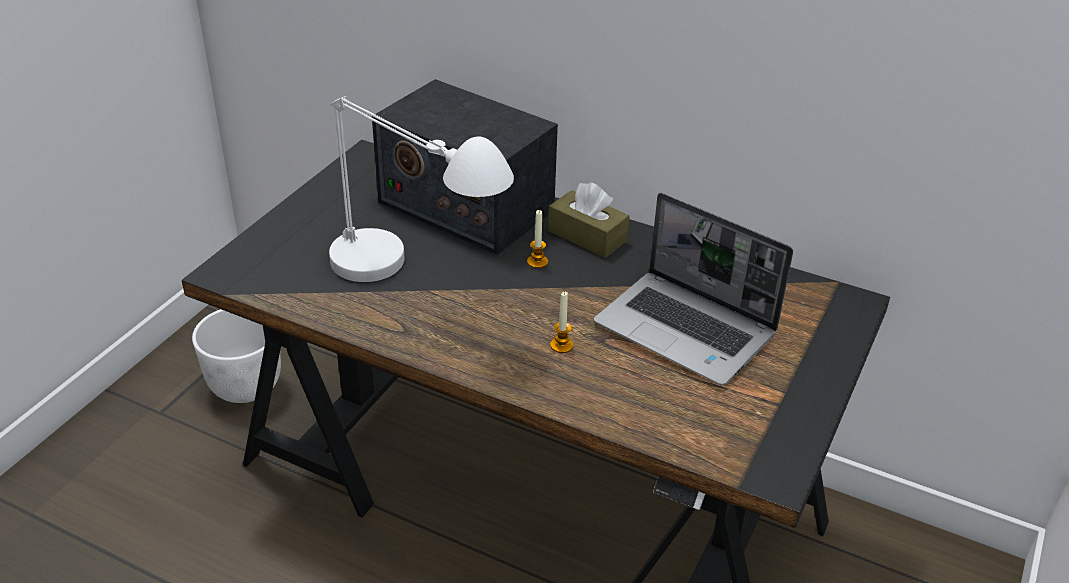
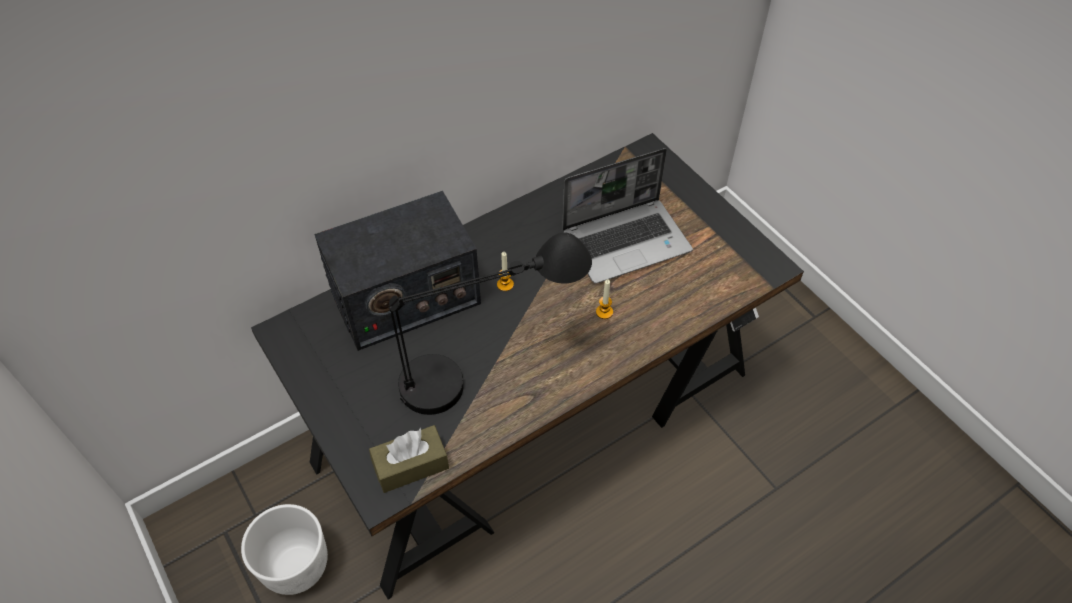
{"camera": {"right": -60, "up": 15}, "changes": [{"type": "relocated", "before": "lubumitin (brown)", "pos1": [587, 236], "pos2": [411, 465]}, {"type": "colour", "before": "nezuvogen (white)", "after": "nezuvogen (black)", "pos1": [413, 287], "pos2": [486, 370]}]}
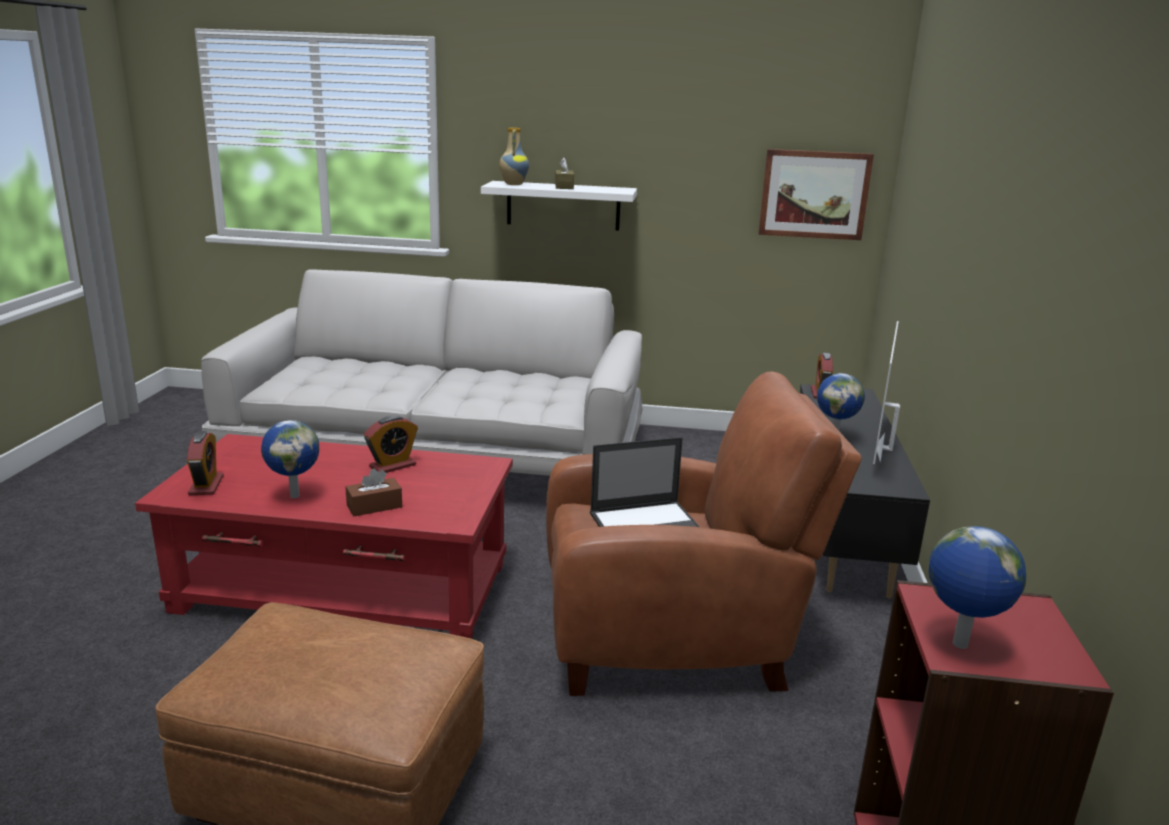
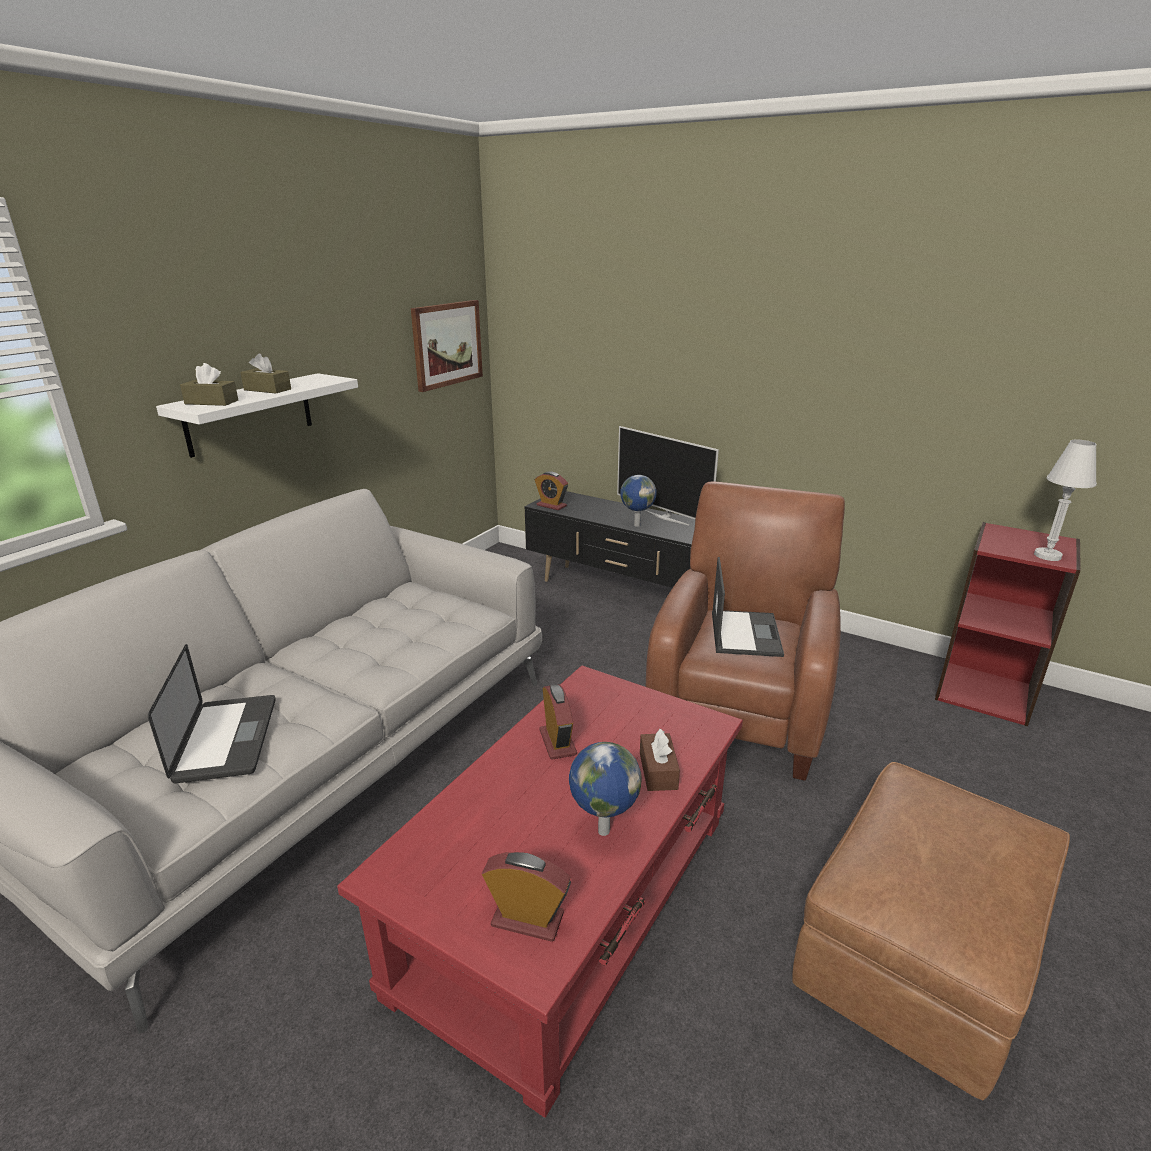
{"camera": {"right": -65, "up": 5}, "changes": [{"type": "appeared", "after": "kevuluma", "pos2": [226, 739]}, {"type": "exchanged", "before": "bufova", "after": "lubumitin (brown)", "pos1": [513, 184], "pos2": [211, 402]}, {"type": "exchanged", "before": "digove", "after": "nezuvogen (white)", "pos1": [959, 645], "pos2": [1047, 556]}]}
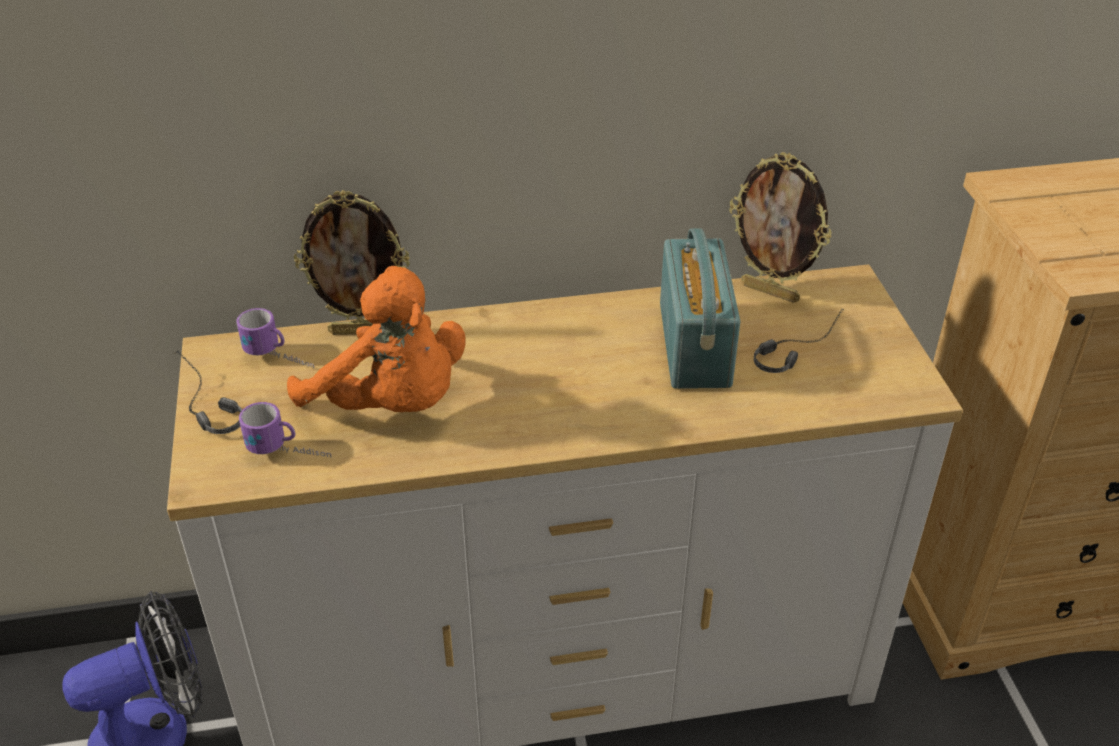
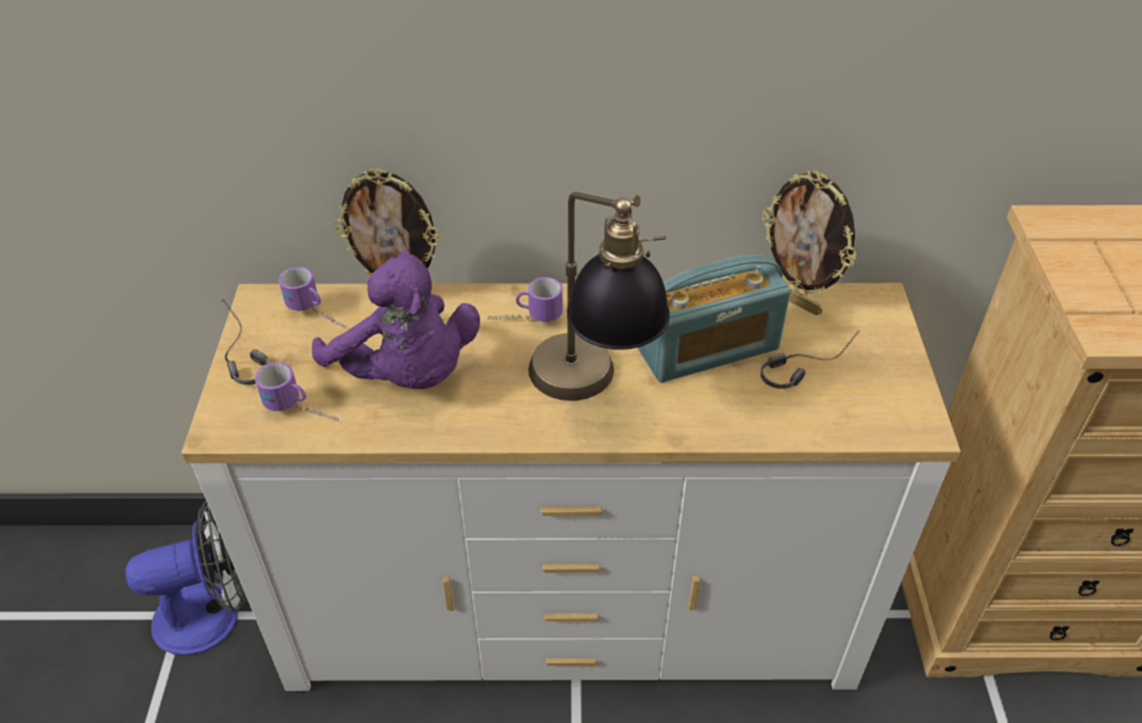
{"camera": {"right": 10, "up": 5}, "changes": [{"type": "colour", "before": "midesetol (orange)", "after": "midesetol (purple)", "pos1": [392, 405], "pos2": [407, 375]}, {"type": "appeared", "after": "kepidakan", "pos2": [525, 319]}, {"type": "appeared", "after": "nezuvogen", "pos2": [592, 392]}, {"type": "spun", "before": "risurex", "pos1": [695, 345], "pos2": [707, 348], "turn": 60}]}
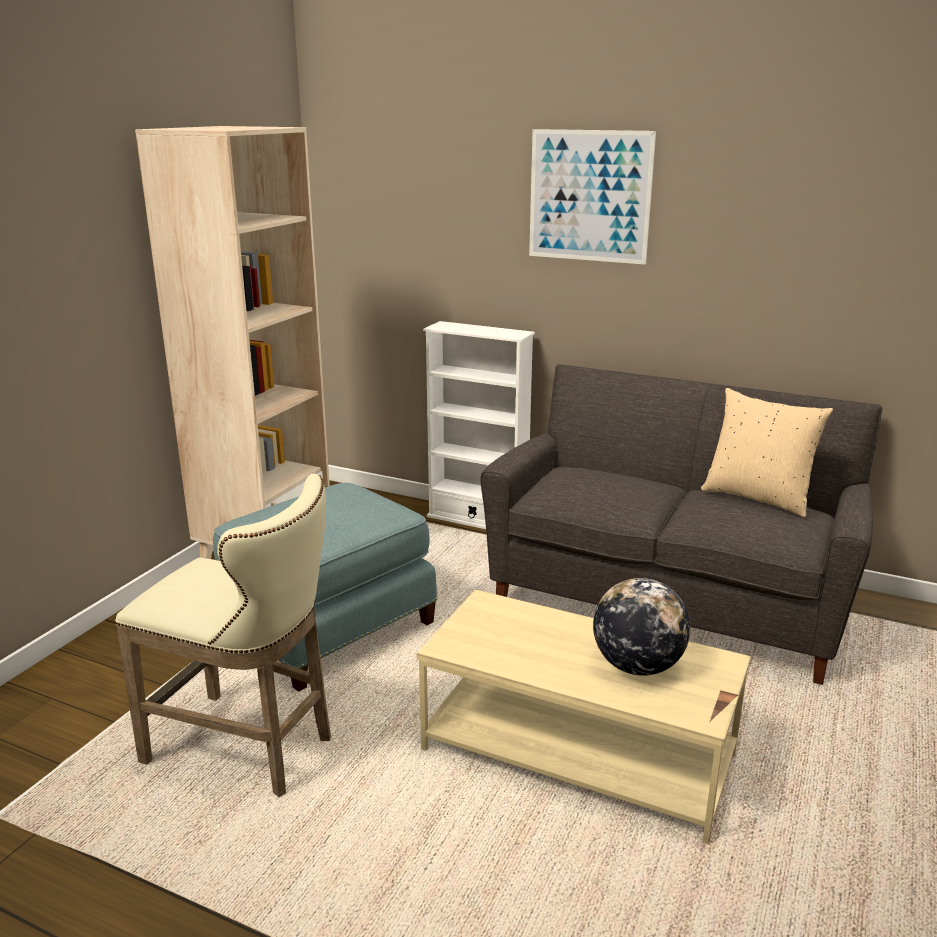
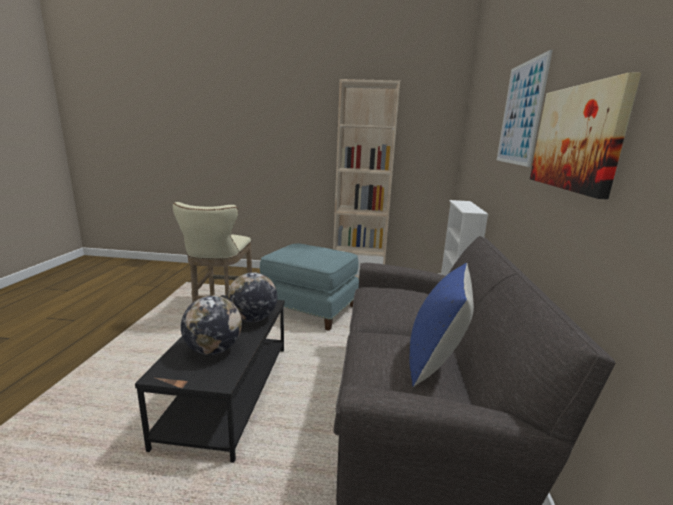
{"camera": {"right": 70, "up": -5}, "changes": [{"type": "colour", "before": "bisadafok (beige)", "after": "bisadafok (black)", "pos1": [579, 752], "pos2": [229, 392]}, {"type": "appeared", "after": "digove", "pos2": [253, 319]}, {"type": "colour", "before": "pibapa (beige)", "after": "pibapa (blue)", "pos1": [758, 497], "pos2": [435, 361]}, {"type": "appeared", "after": "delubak", "pos2": [577, 138]}]}
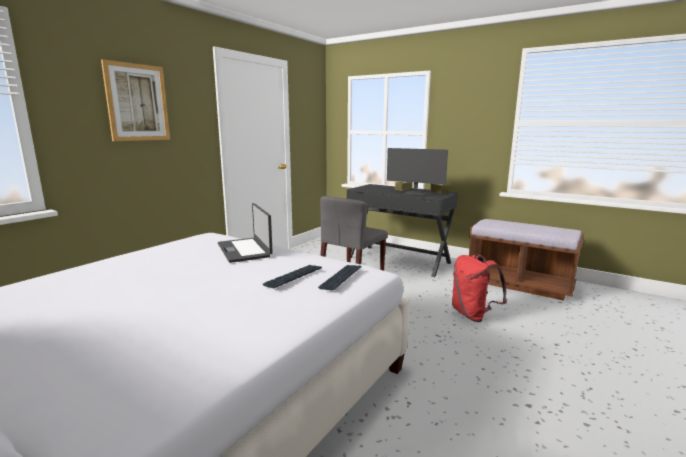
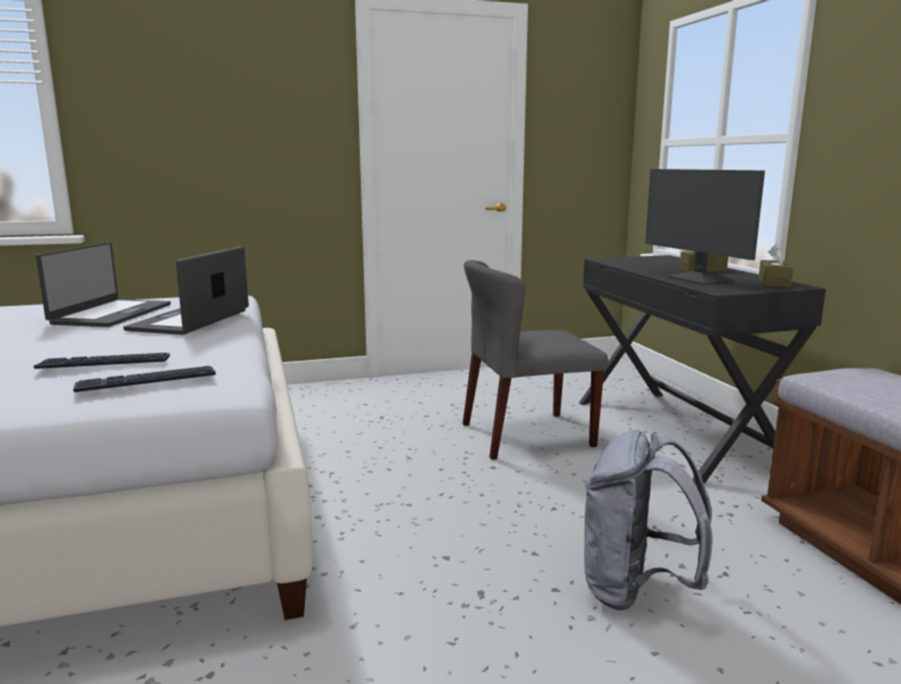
{"camera": {"right": 40, "up": 0}, "changes": [{"type": "appeared", "after": "kevuluma", "pos2": [110, 314]}, {"type": "colour", "before": "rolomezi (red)", "after": "rolomezi (grey)", "pos1": [473, 315], "pos2": [636, 591]}, {"type": "missing", "before": "delubak", "pos1": [137, 102]}]}
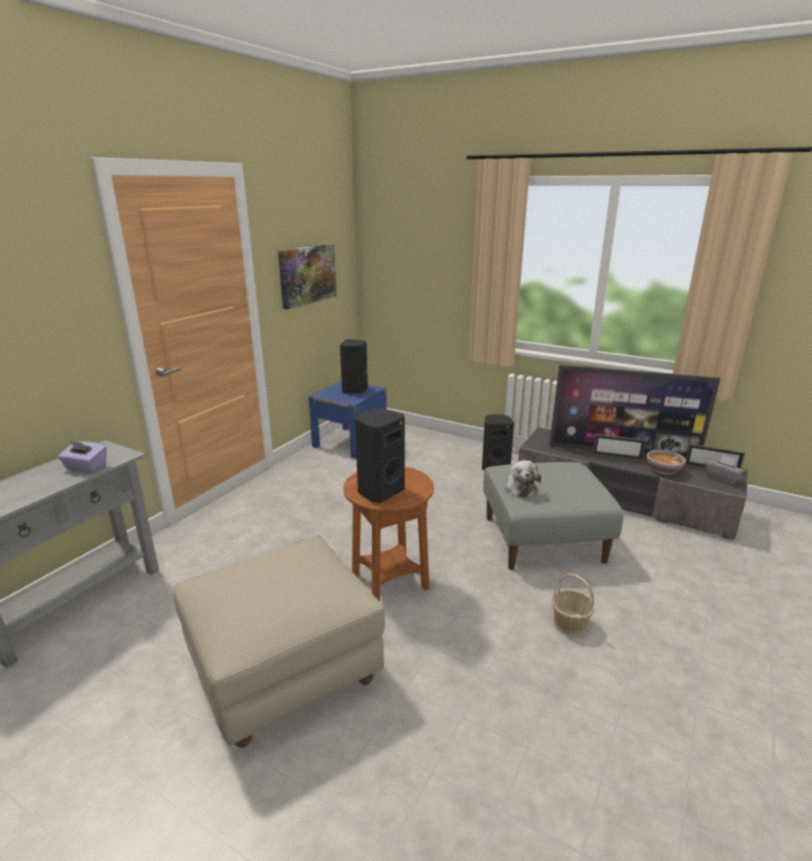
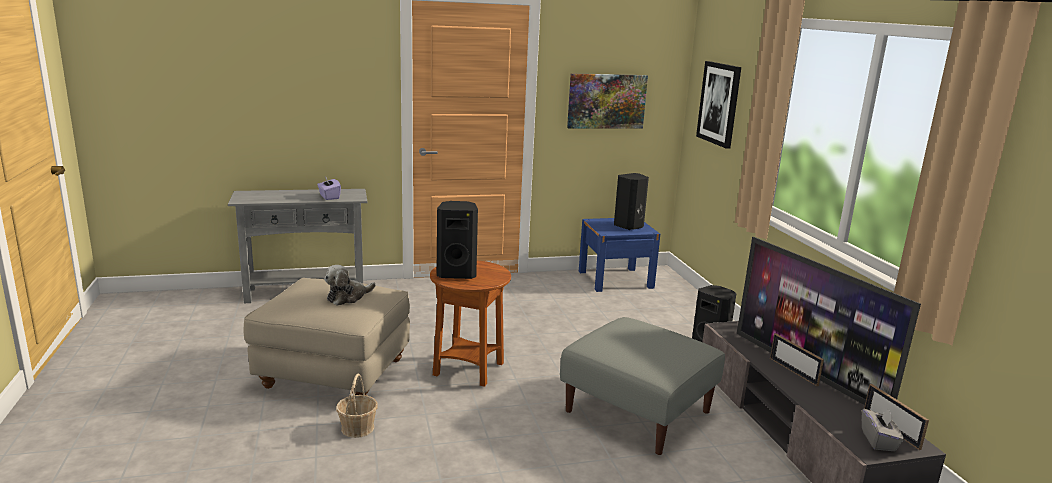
{"camera": {"right": 45, "up": -5}, "changes": [{"type": "relocated", "before": "midesetol", "pos1": [520, 487], "pos2": [348, 297]}, {"type": "relocated", "before": "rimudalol", "pos1": [569, 624], "pos2": [358, 428]}, {"type": "appeared", "after": "delubak", "pos2": [719, 103]}, {"type": "missing", "before": "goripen", "pos1": [662, 470]}]}
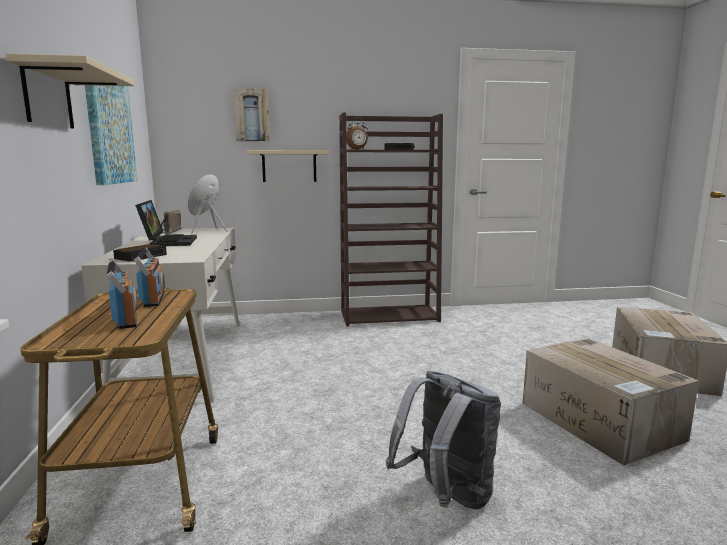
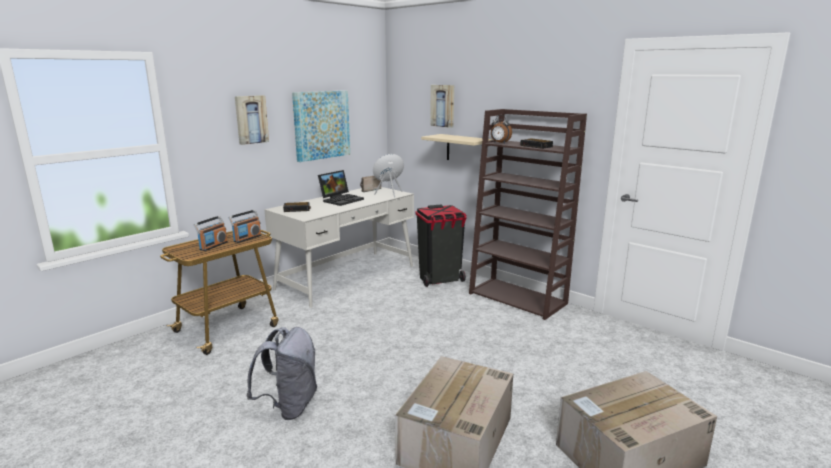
{"camera": {"right": 50, "up": 5}, "changes": [{"type": "exchanged", "before": "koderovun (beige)", "after": "delubak", "pos1": [48, 97], "pos2": [251, 119]}, {"type": "appeared", "after": "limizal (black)", "pos2": [440, 280]}]}
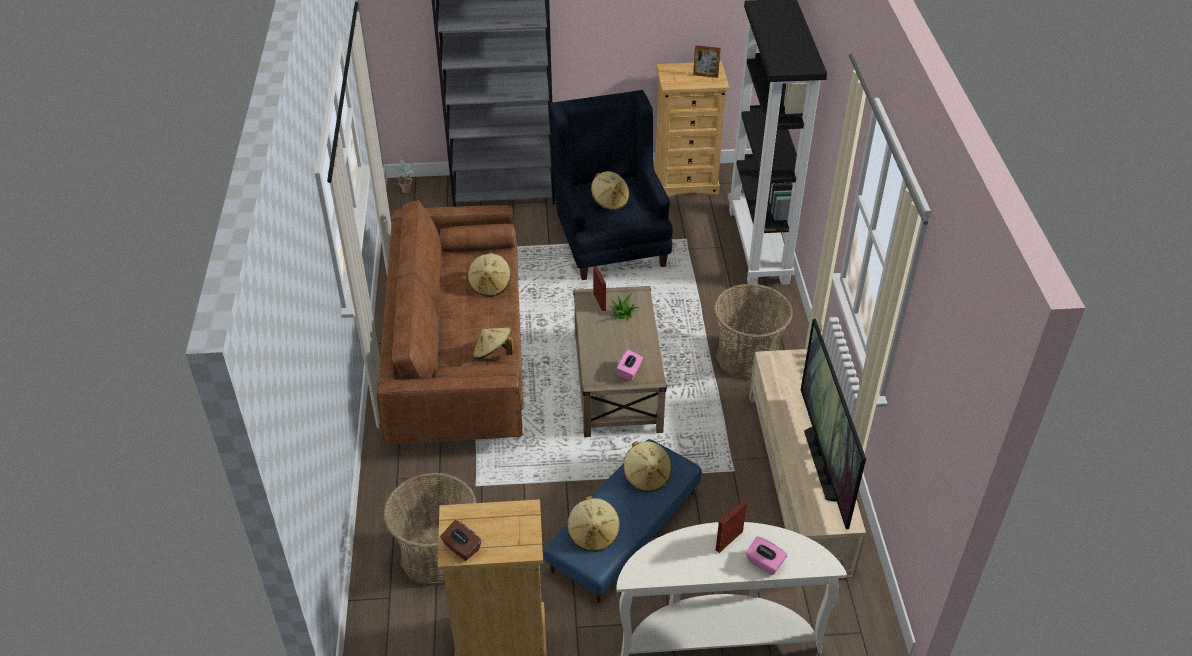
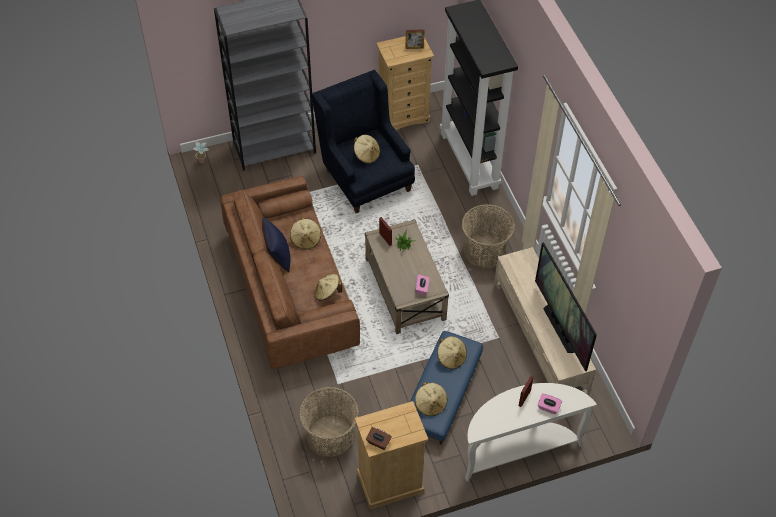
{"camera": {"right": -15, "up": 10}, "changes": [{"type": "appeared", "after": "pibapa (blue)", "pos2": [277, 257]}]}
